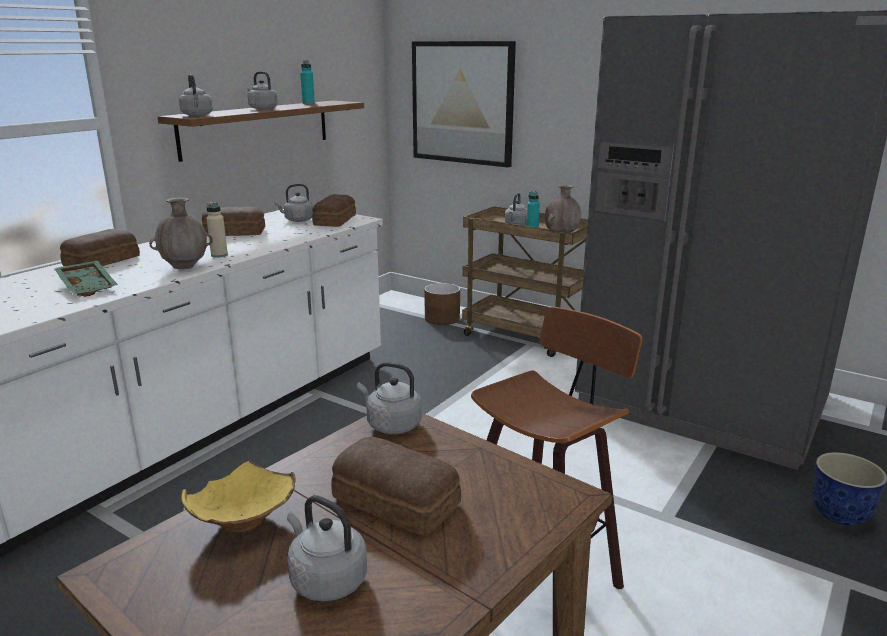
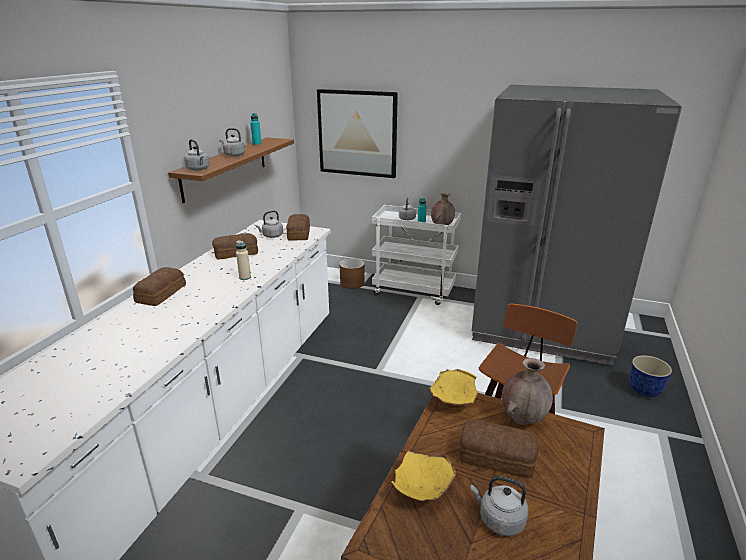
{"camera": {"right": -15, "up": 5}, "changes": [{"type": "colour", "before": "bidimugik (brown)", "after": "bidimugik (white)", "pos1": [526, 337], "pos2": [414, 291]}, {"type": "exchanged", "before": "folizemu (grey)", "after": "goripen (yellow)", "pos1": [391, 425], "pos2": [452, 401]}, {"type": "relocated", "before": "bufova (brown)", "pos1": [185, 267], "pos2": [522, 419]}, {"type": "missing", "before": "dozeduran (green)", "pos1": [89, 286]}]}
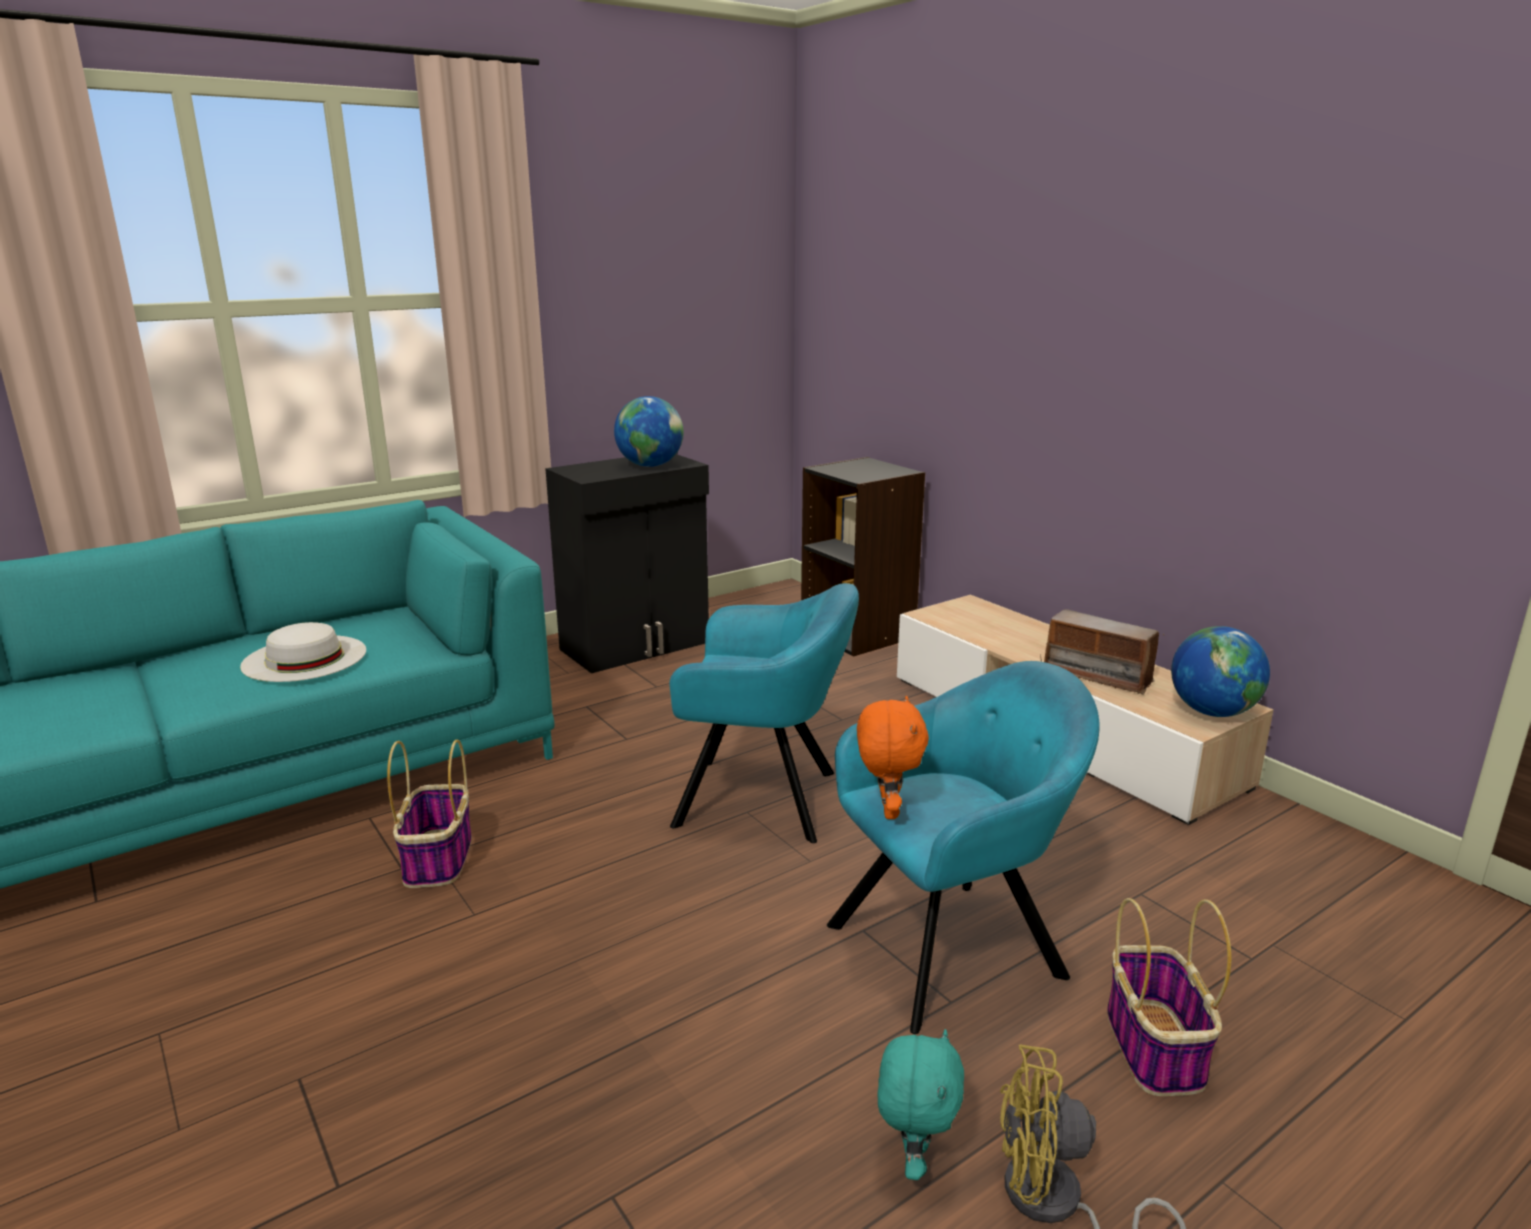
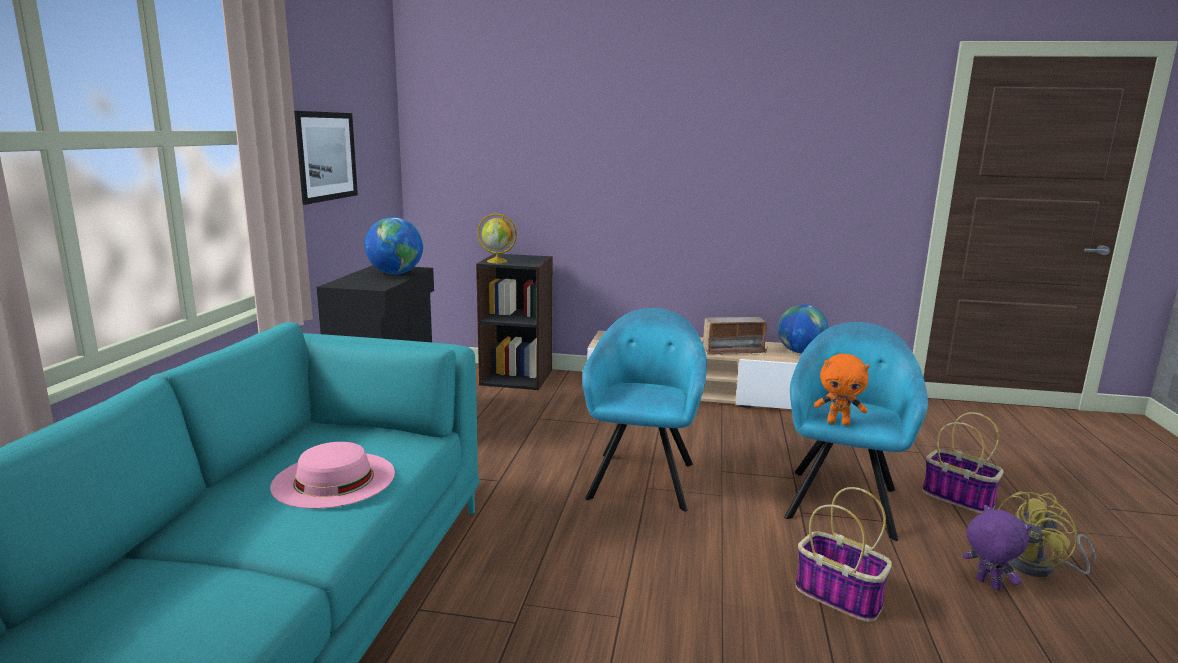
{"camera": {"right": -45, "up": -5}, "changes": [{"type": "colour", "before": "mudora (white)", "after": "mudora (pink)", "pos1": [304, 658], "pos2": [334, 479]}, {"type": "appeared", "after": "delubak", "pos2": [324, 156]}, {"type": "appeared", "after": "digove", "pos2": [497, 261]}, {"type": "spun", "before": "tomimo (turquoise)", "pos1": [764, 799], "pos2": [642, 477], "turn": -45}, {"type": "relocated", "before": "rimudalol", "pos1": [438, 860], "pos2": [840, 596]}, {"type": "spun", "before": "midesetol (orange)", "pos1": [886, 810], "pos2": [838, 423], "turn": 150}, {"type": "colour", "before": "midesetol (turquoise)", "after": "midesetol (purple)", "pos1": [913, 1159], "pos2": [987, 584]}]}
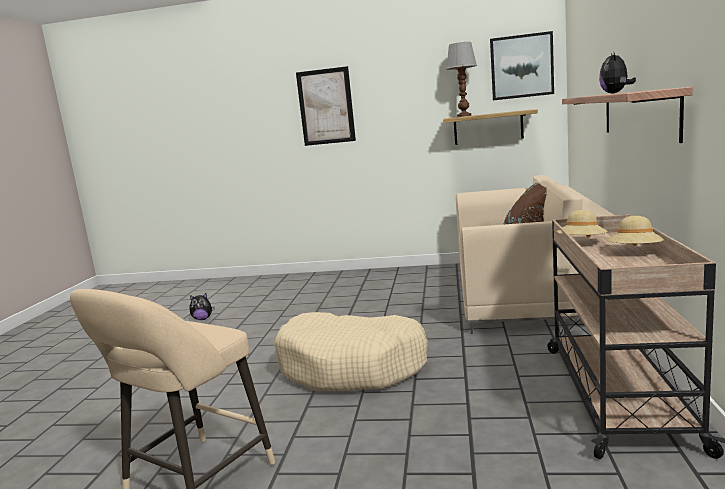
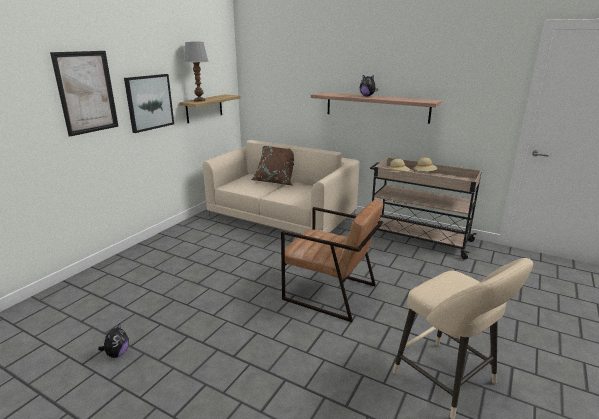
{"camera": {"right": -70, "up": 10}, "changes": [{"type": "relocated", "before": "delubak", "pos1": [521, 66], "pos2": [149, 102]}, {"type": "exchanged", "before": "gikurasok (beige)", "after": "tomimo (brown)", "pos1": [353, 367], "pos2": [330, 292]}]}
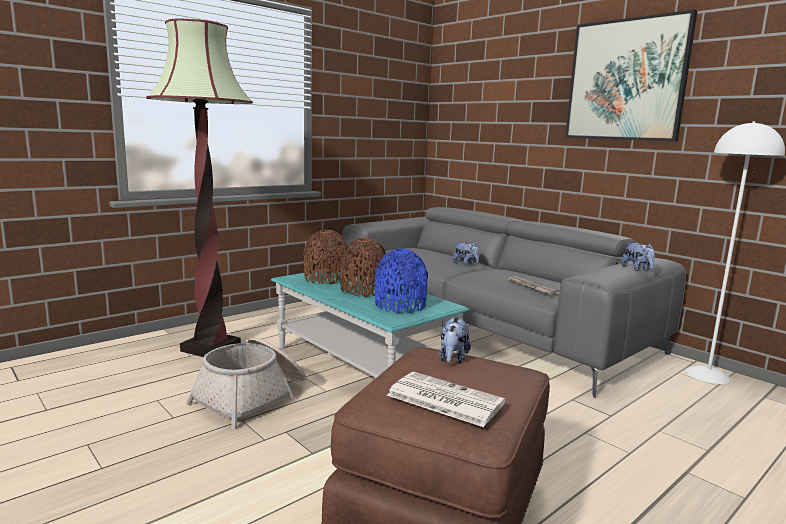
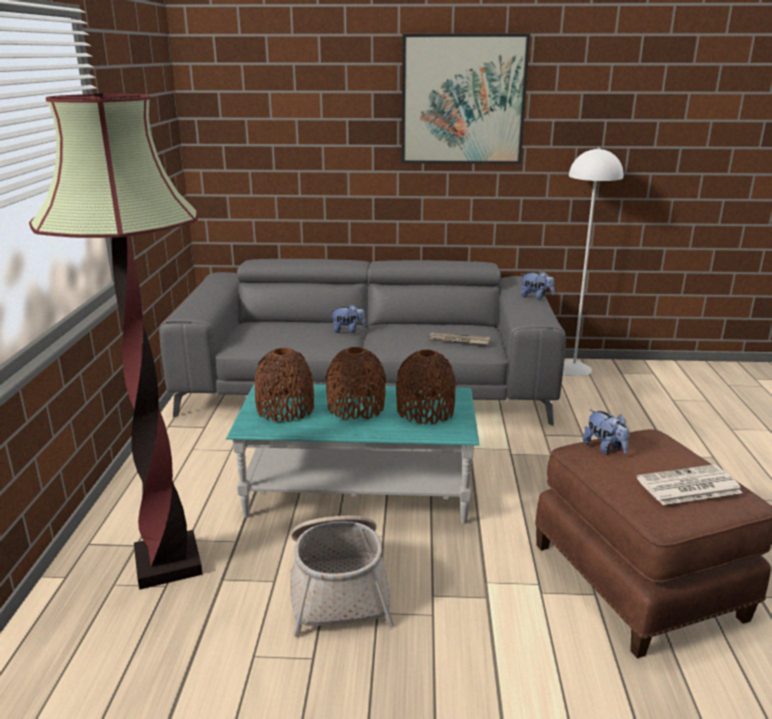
{"camera": {"right": -45, "up": 10}, "changes": [{"type": "colour", "before": "bufova (blue)", "after": "bufova (brown)", "pos1": [400, 305], "pos2": [425, 411]}]}
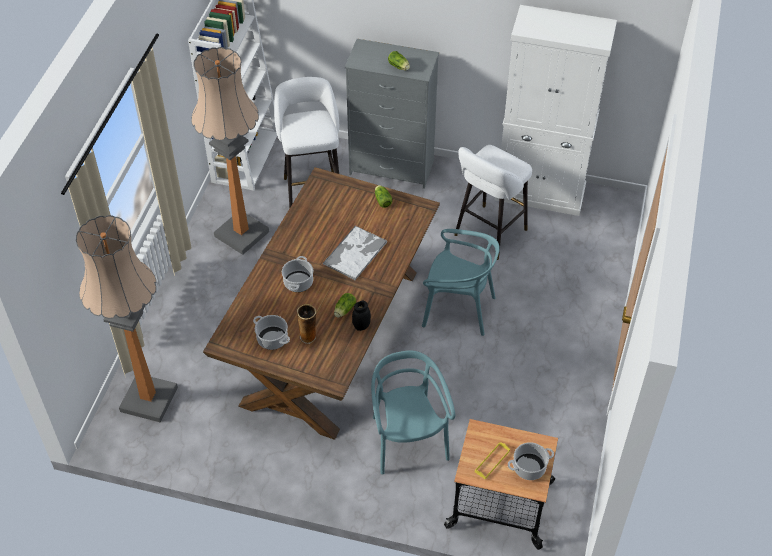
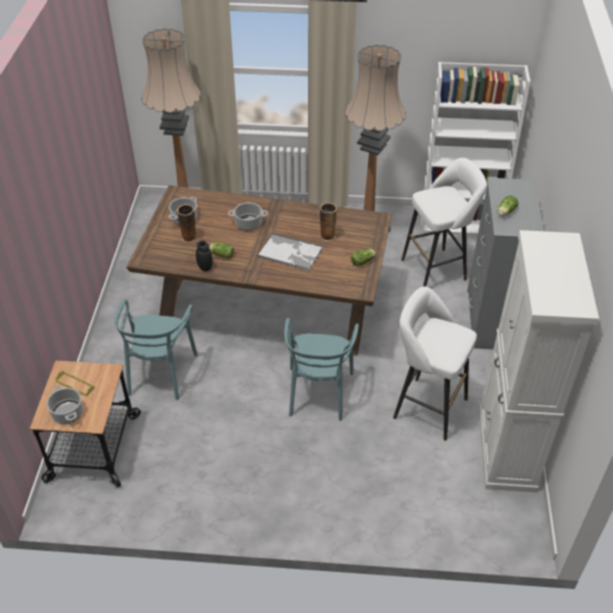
{"camera": {"right": 80, "up": -5}, "changes": [{"type": "spun", "before": "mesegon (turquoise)", "pos1": [407, 440], "pos2": [160, 373], "turn": 120}, {"type": "appeared", "after": "bufova", "pos2": [327, 236]}]}
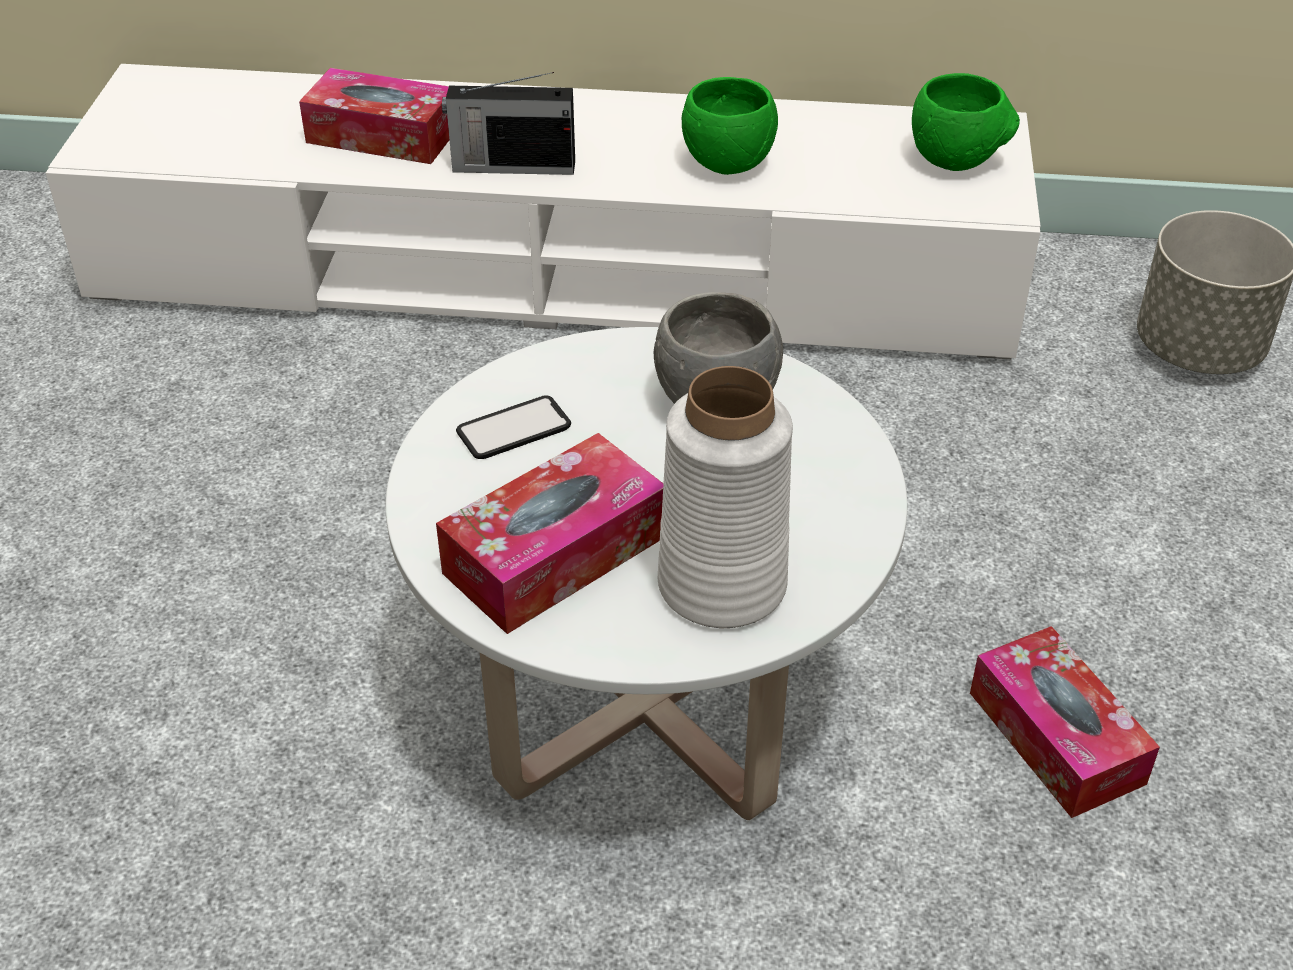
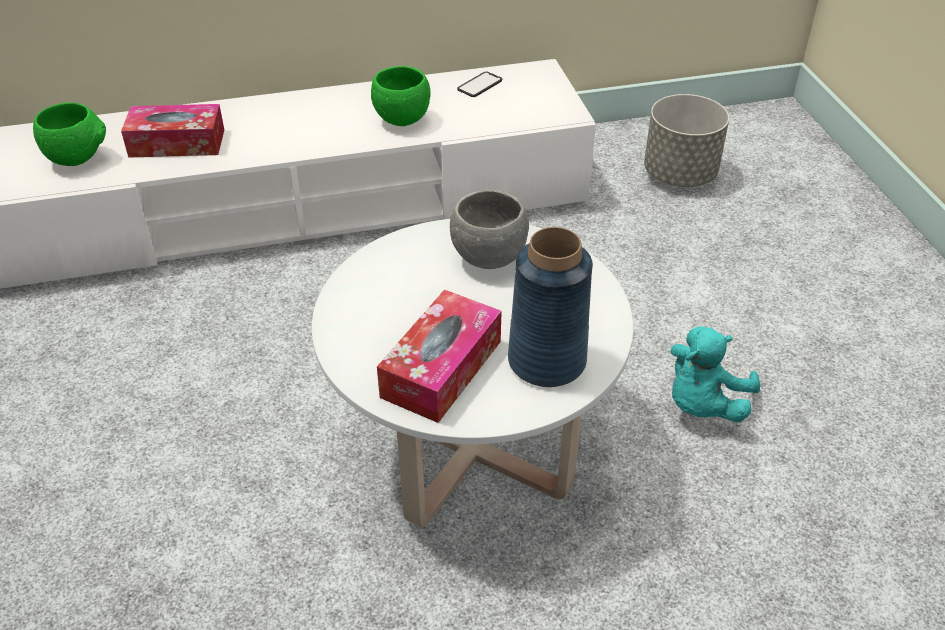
{"camera": {"right": -20, "up": 0}, "changes": [{"type": "relocated", "before": "goripen (green)", "pos1": [955, 163], "pos2": [77, 160]}, {"type": "relocated", "before": "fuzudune", "pos1": [514, 429], "pos2": [479, 85]}, {"type": "colour", "before": "bufova (white)", "after": "bufova (blue)", "pos1": [721, 585], "pos2": [546, 361]}, {"type": "exchanged", "before": "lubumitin", "after": "midesetol (turquoise)", "pos1": [1056, 737], "pos2": [703, 405]}, {"type": "missing", "before": "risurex", "pos1": [511, 166]}]}
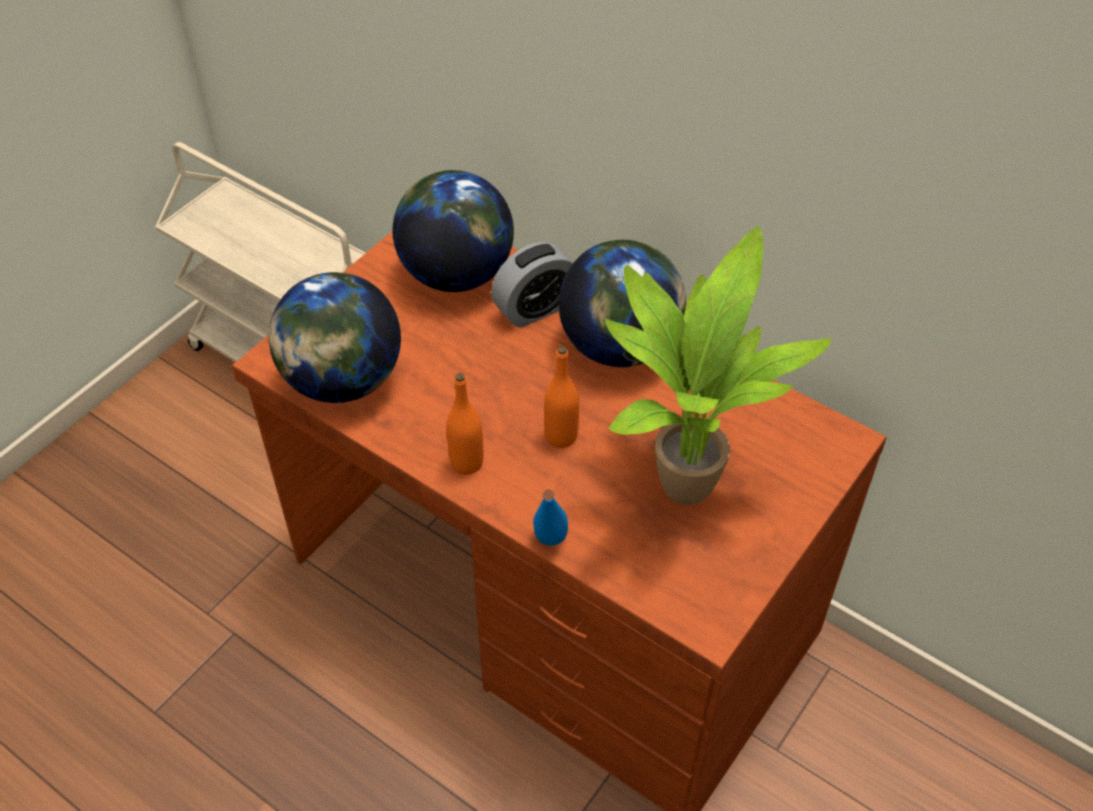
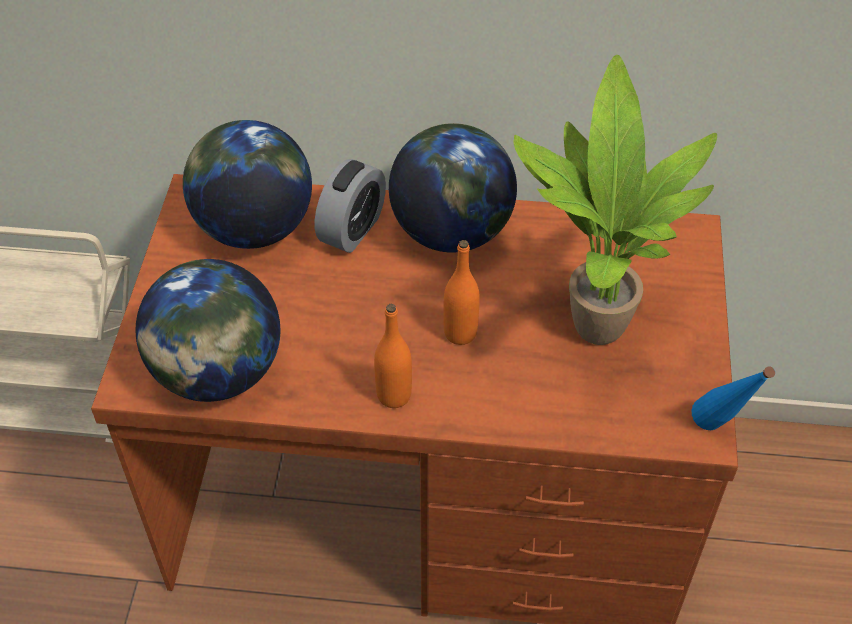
{"camera": {"right": -30, "up": 0}, "changes": [{"type": "relocated", "before": "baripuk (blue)", "pos1": [549, 549], "pos2": [718, 432]}]}
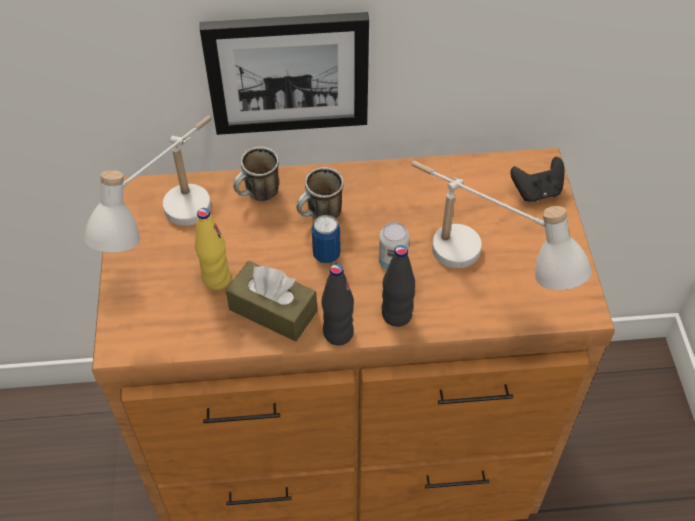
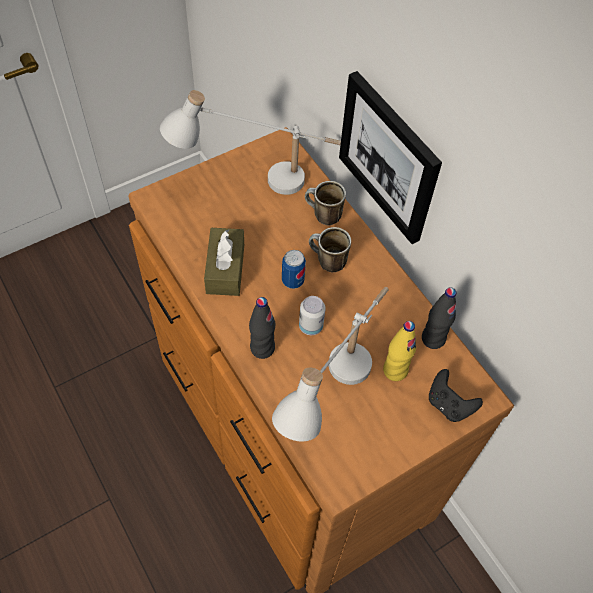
{"camera": {"right": 60, "up": 5}, "changes": [{"type": "relocated", "before": "baripuk (yellow)", "pos1": [216, 279], "pos2": [395, 370]}, {"type": "relocated", "before": "baripuk (black)", "pos1": [338, 333], "pos2": [433, 339]}]}
